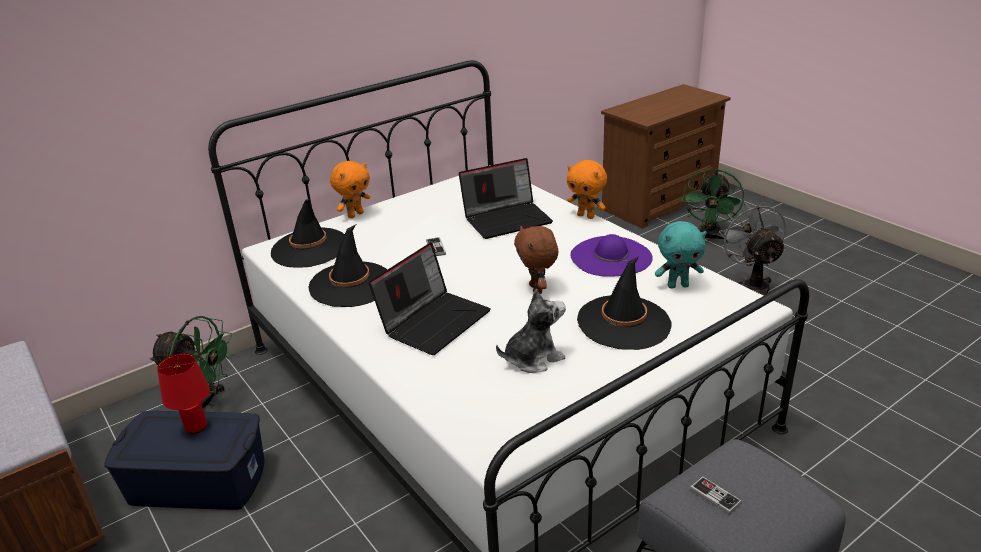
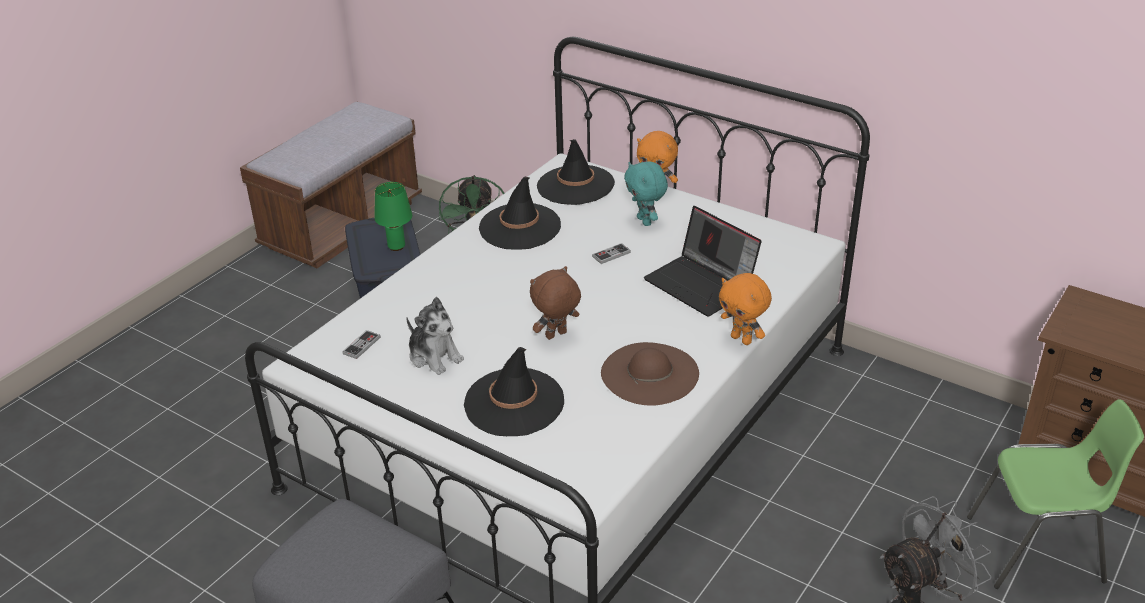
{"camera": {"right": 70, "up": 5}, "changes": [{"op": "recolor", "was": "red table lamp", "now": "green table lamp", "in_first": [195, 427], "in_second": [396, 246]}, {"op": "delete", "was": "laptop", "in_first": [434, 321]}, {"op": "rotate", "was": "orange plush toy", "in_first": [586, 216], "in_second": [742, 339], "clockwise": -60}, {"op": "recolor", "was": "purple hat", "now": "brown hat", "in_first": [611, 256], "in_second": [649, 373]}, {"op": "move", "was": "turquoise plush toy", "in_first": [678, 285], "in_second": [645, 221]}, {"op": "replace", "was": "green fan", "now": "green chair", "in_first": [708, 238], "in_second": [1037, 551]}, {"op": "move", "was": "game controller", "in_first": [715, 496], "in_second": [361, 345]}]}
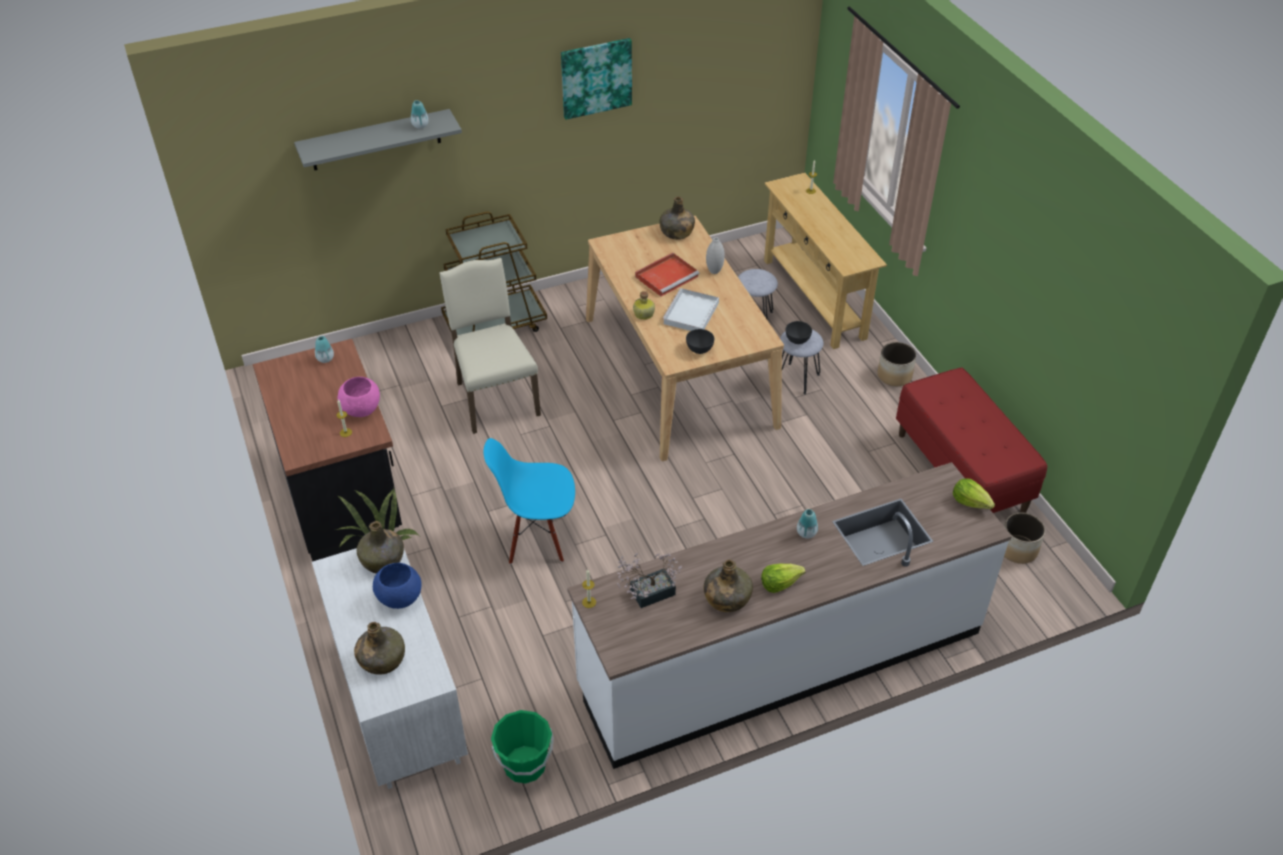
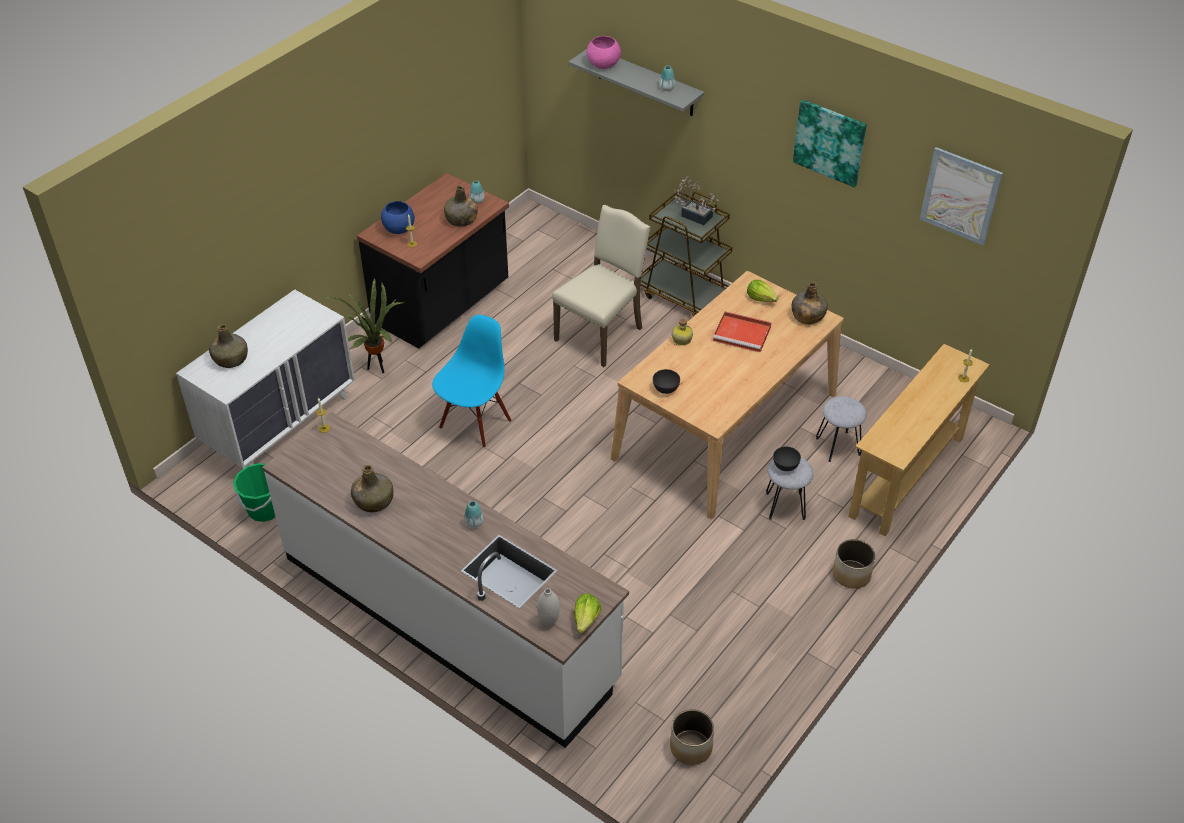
{"camera": {"right": 60, "up": 0}, "changes": [{"op": "move", "was": "pink bowl", "in_first": [361, 410], "in_second": [603, 65]}, {"op": "move", "was": "green bottle", "in_first": [383, 560], "in_second": [461, 220]}, {"op": "move", "was": "blue bowl", "in_first": [399, 598], "in_second": [399, 229]}, {"op": "rotate", "was": "blue chair", "in_first": [537, 538], "in_second": [474, 423], "clockwise": 60}, {"op": "move", "was": "potted plant", "in_first": [647, 594], "in_second": [694, 215]}, {"op": "delete", "was": "white tray", "in_first": [691, 314]}, {"op": "move", "was": "white vase", "in_first": [714, 271], "in_second": [548, 621]}, {"op": "move", "was": "lettuce", "in_first": [780, 583], "in_second": [761, 298]}, {"op": "delete", "was": "red bench", "in_first": [961, 472]}, {"op": "insert", "now": "picture", "in_second": [960, 196]}]}
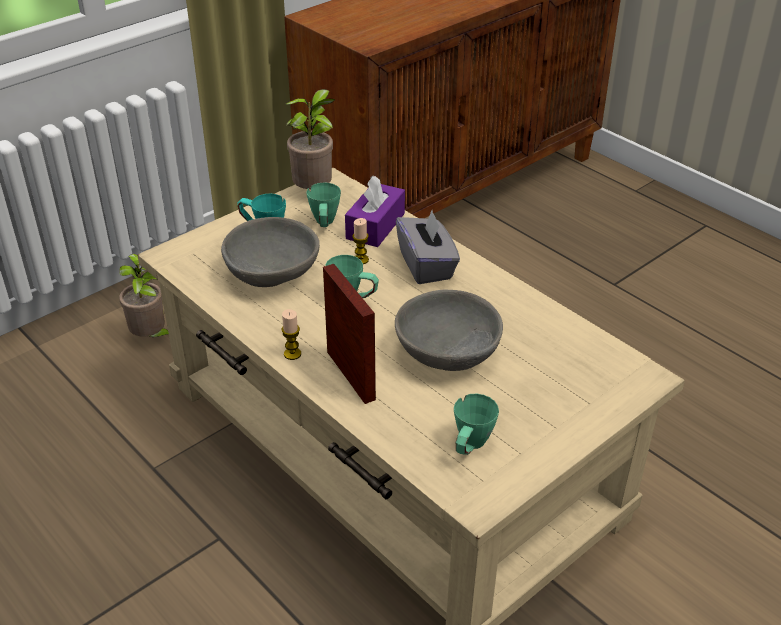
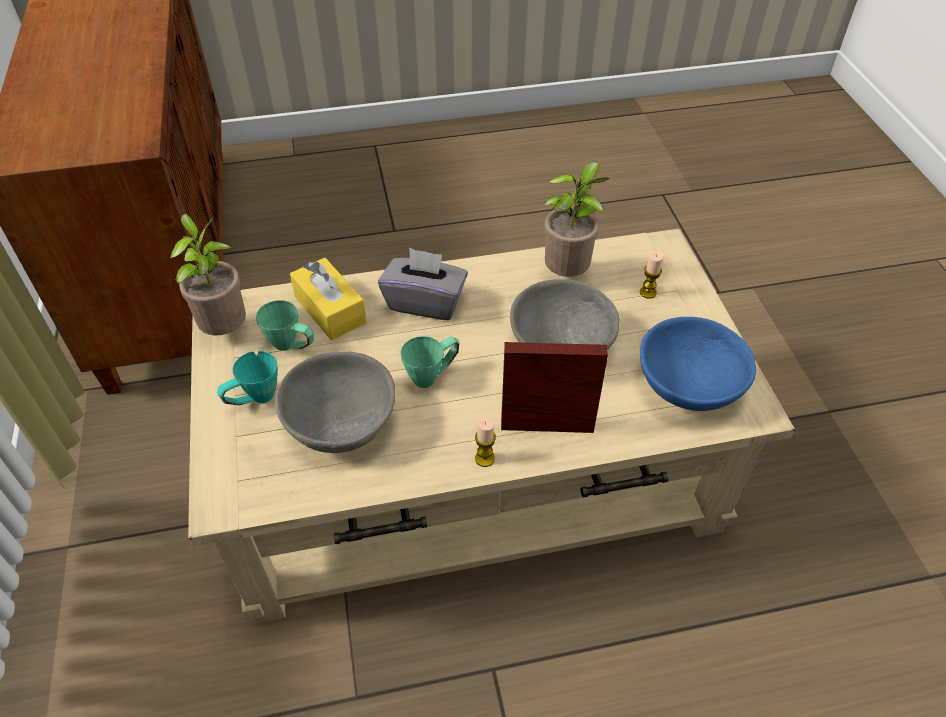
{"camera": {"right": -60, "up": 10}, "changes": [{"op": "move", "was": "potted plant", "in_first": [151, 337], "in_second": [568, 274]}, {"op": "recolor", "was": "purple tissue box", "now": "yellow tissue box", "in_first": [375, 226], "in_second": [330, 310]}, {"op": "move", "was": "candle", "in_first": [361, 260], "in_second": [648, 292]}, {"op": "replace", "was": "green mug", "now": "blue bowl", "in_first": [470, 448], "in_second": [690, 386]}]}
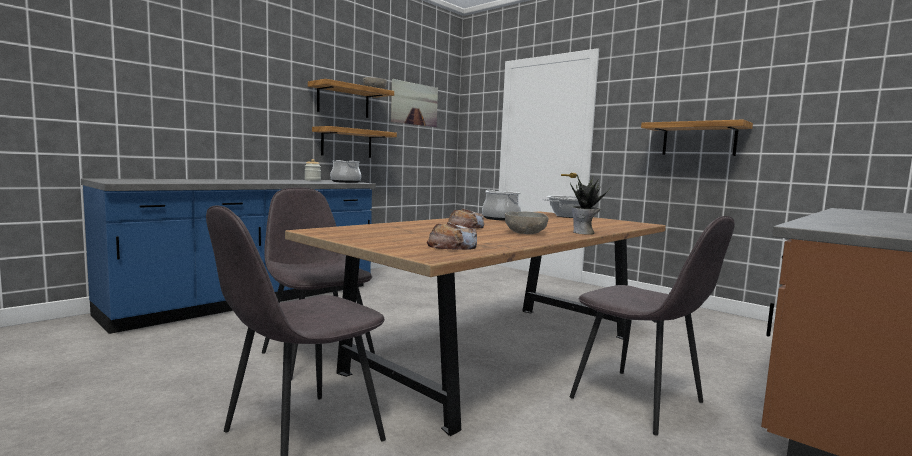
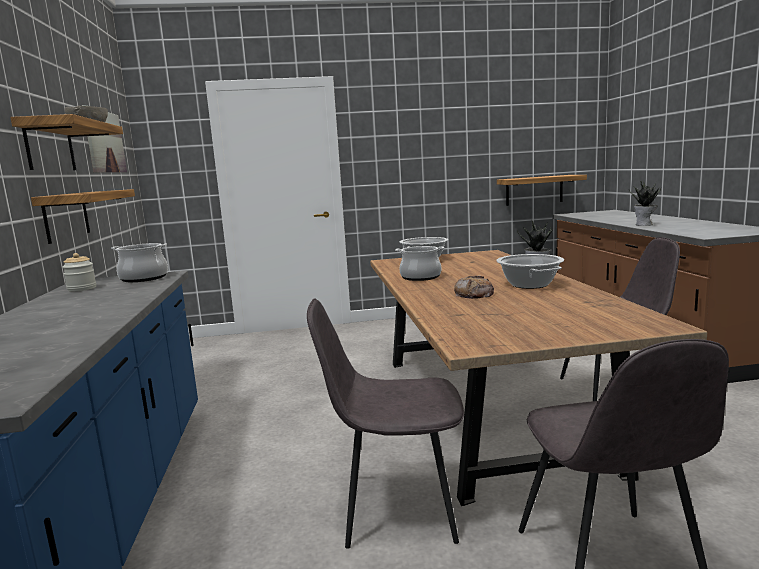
{"camera": {"right": -50, "up": 5}, "changes": [{"op": "delete", "was": "bread", "in_first": [452, 246]}, {"op": "replace", "was": "grey bowl", "now": "cooking pot", "in_first": [525, 233], "in_second": [530, 285]}, {"op": "move", "was": "shelf", "in_first": [699, 139], "in_second": [534, 190]}, {"op": "insert", "now": "potted plant", "in_second": [644, 225]}]}
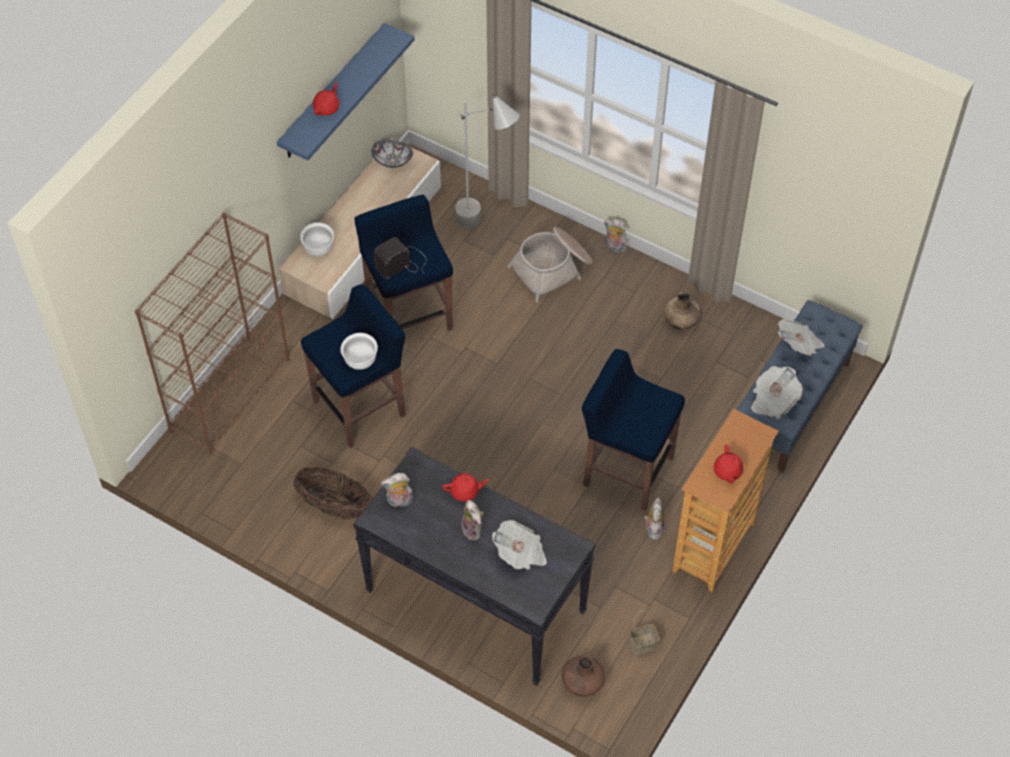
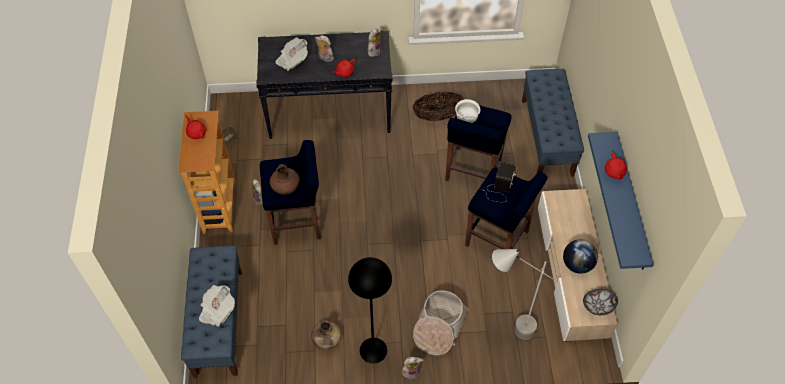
{"camera": {"right": 145, "up": 0}, "changes": [{"op": "replace", "was": "brown bookcase", "now": "blue bench", "in_first": [230, 394], "in_second": [547, 137]}, {"op": "delete", "was": "white bowl", "in_first": [318, 249]}, {"op": "move", "was": "brown vase", "in_first": [582, 683], "in_second": [286, 187]}, {"op": "delete", "was": "newspaper", "in_first": [773, 400]}, {"op": "insert", "now": "black floor lamp", "in_second": [373, 350]}, {"op": "insert", "now": "globe", "in_second": [577, 264]}]}
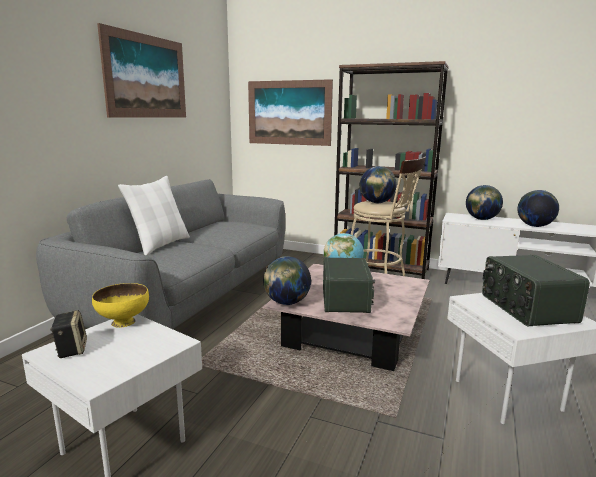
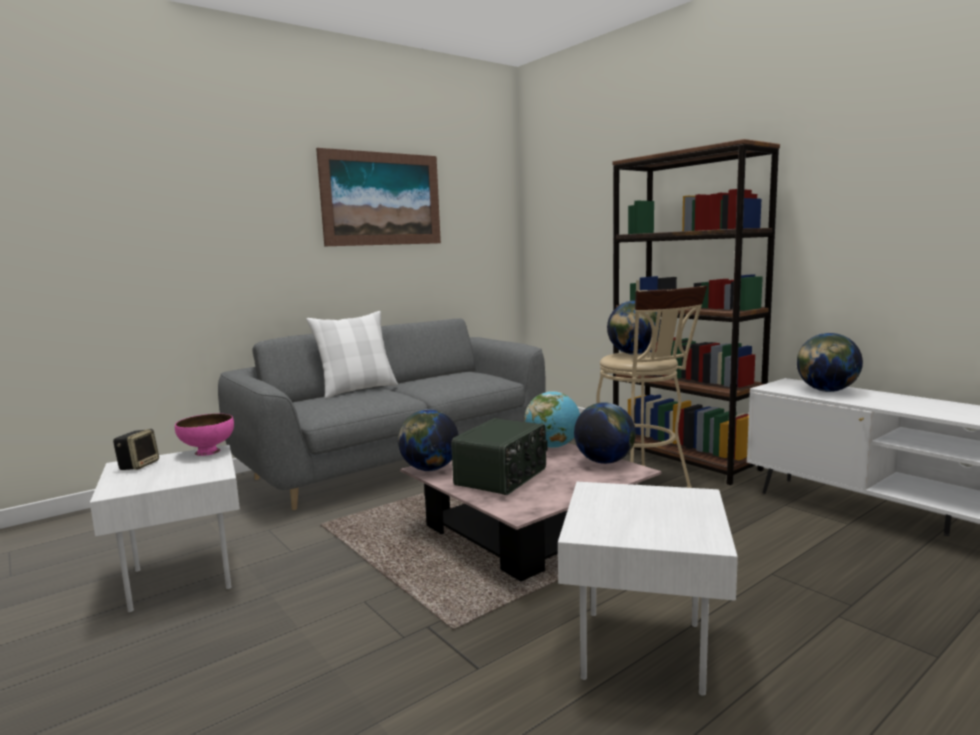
{"camera": {"right": 30, "up": -5}, "changes": [{"op": "recolor", "was": "yellow bowl", "now": "pink bowl", "in_first": [124, 322], "in_second": [208, 452]}, {"op": "delete", "was": "picture", "in_first": [289, 113]}, {"op": "delete", "was": "radio", "in_first": [526, 308]}, {"op": "move", "was": "globe", "in_first": [535, 226], "in_second": [604, 462]}]}
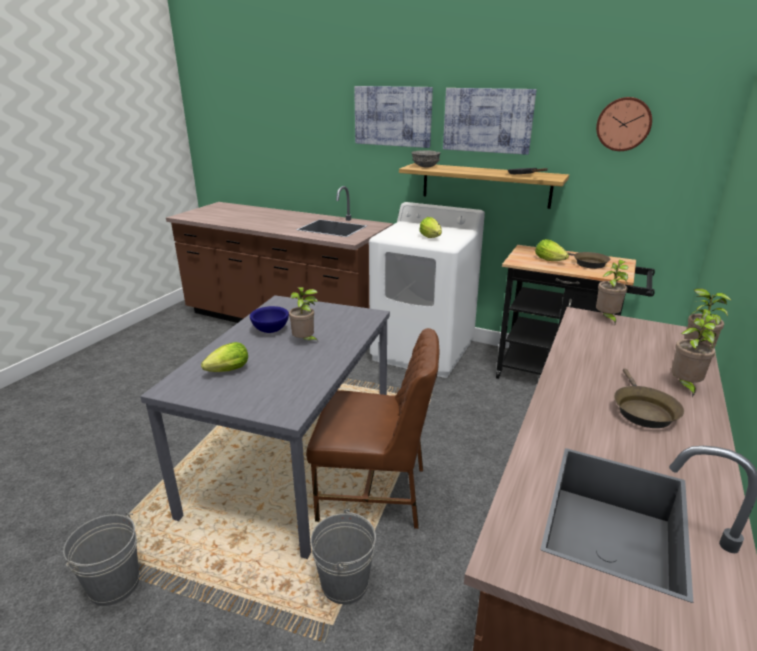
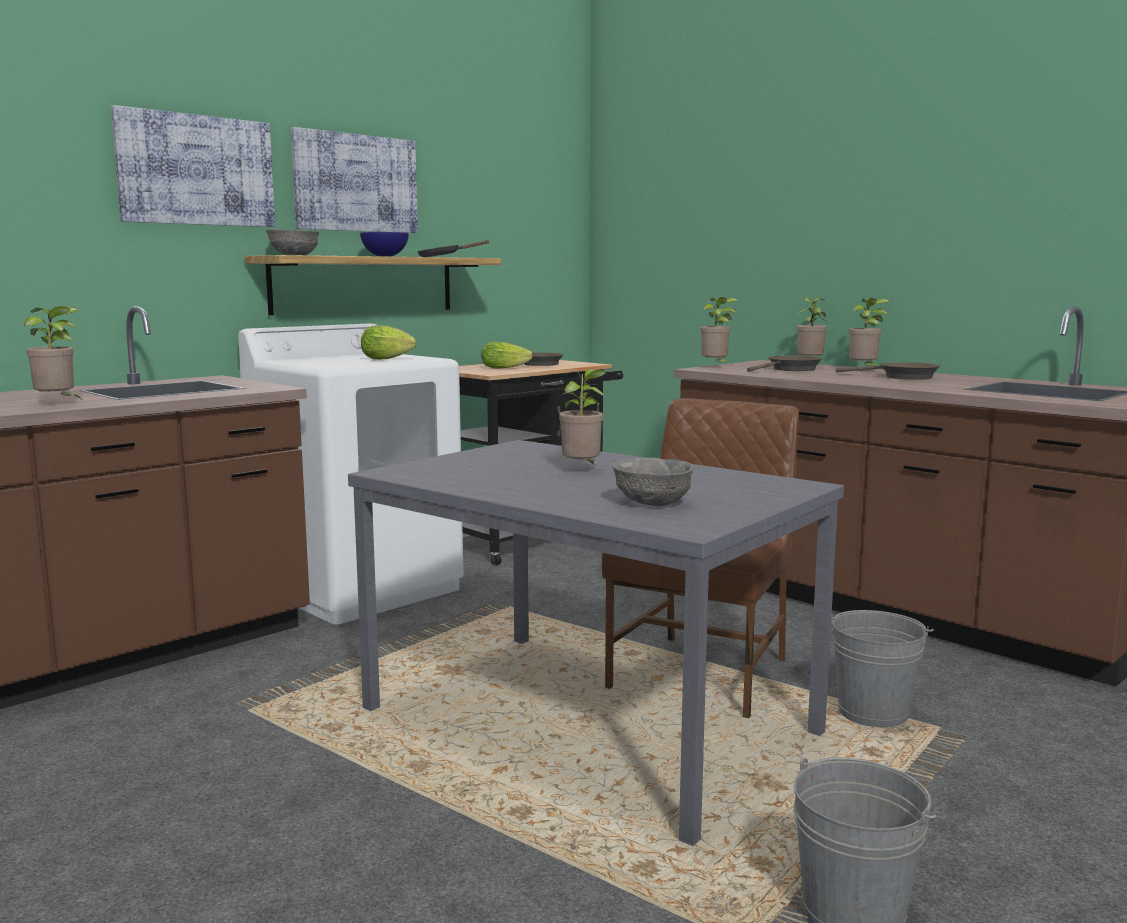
{"camera": {"right": -70, "up": -15}, "changes": [{"op": "replace", "was": "lettuce", "now": "grey bowl", "in_first": [226, 371], "in_second": [652, 502]}, {"op": "move", "was": "blue bowl", "in_first": [270, 330], "in_second": [384, 256]}, {"op": "delete", "was": "wall clock", "in_first": [623, 124]}, {"op": "insert", "now": "potted plant", "in_second": [58, 403]}, {"op": "insert", "now": "brown frying pan", "in_second": [791, 369]}]}
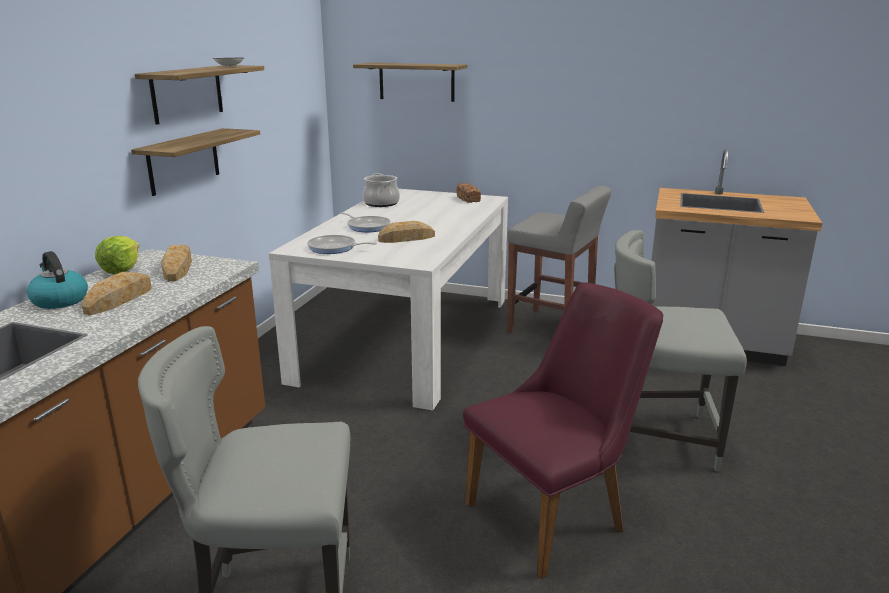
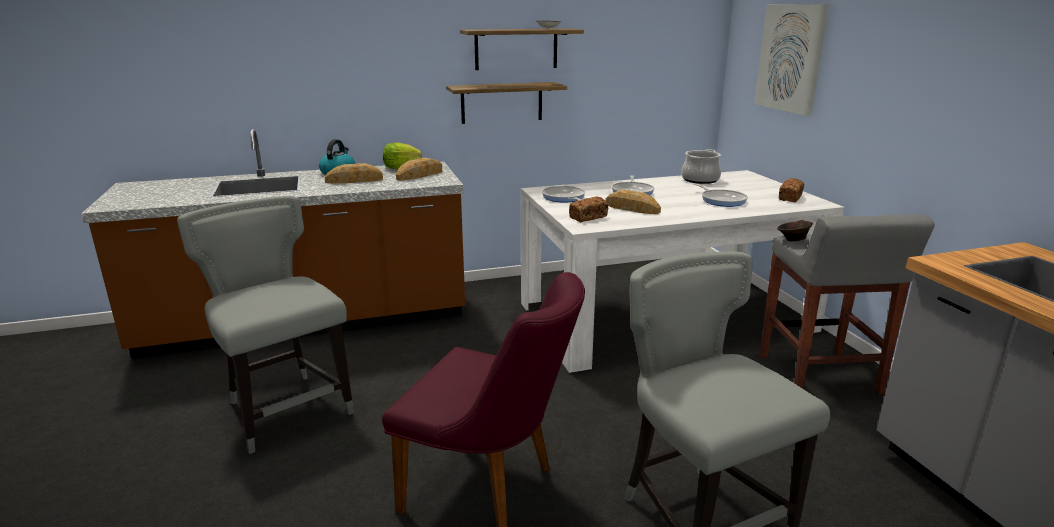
{"camera": {"right": 55, "up": 0}, "changes": [{"op": "replace", "was": "shelf", "now": "picture", "in_first": [416, 82], "in_second": [791, 58]}, {"op": "insert", "now": "bread", "in_second": [588, 217]}, {"op": "insert", "now": "frying pan", "in_second": [722, 200]}, {"op": "insert", "now": "brown bowl", "in_second": [793, 240]}]}
